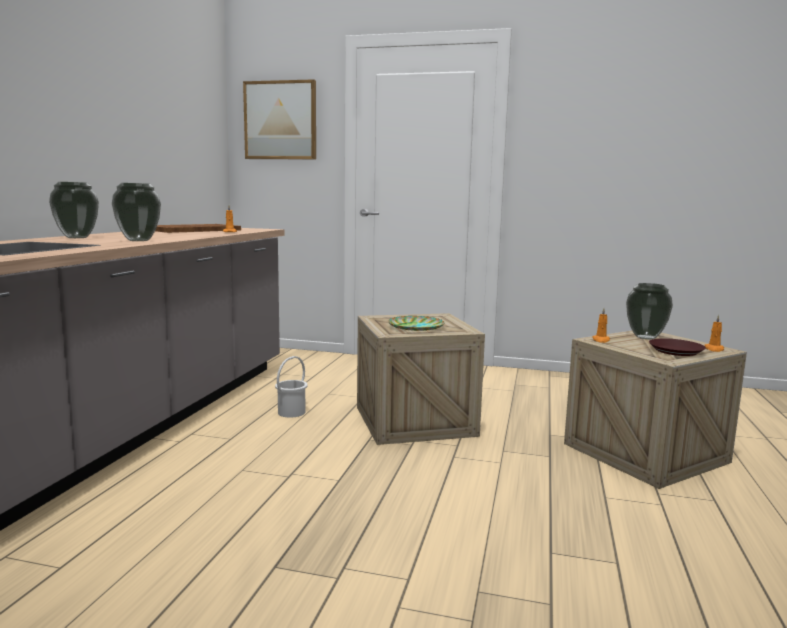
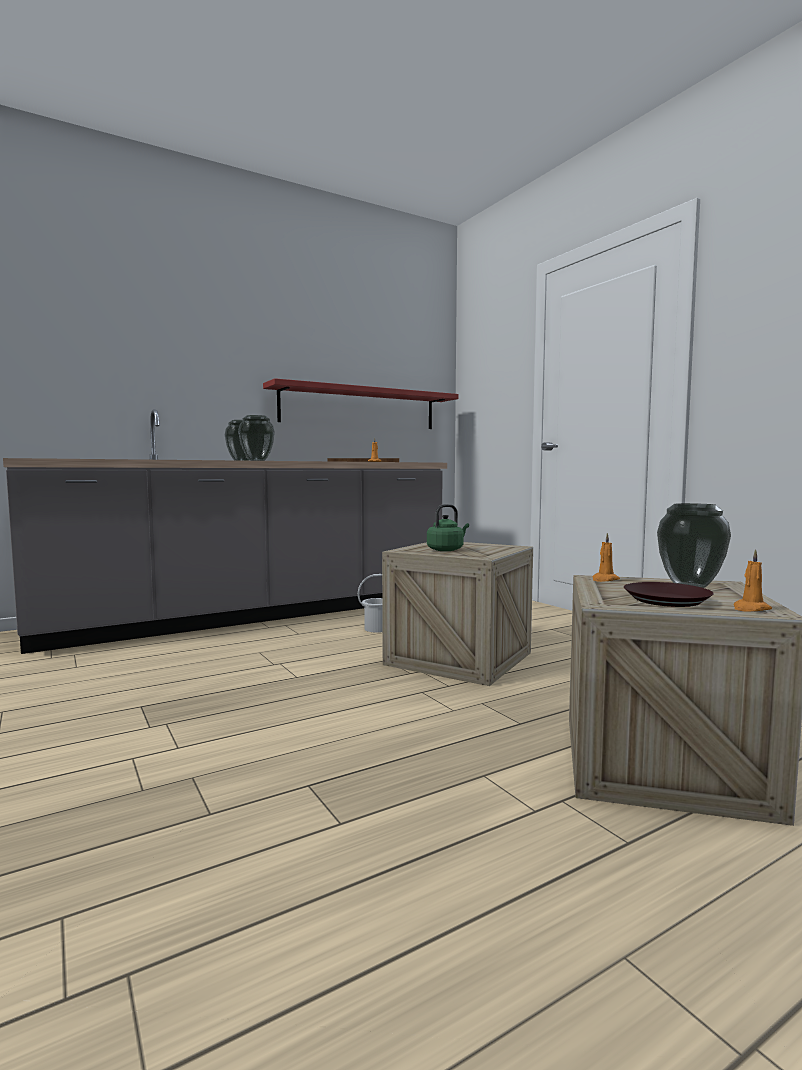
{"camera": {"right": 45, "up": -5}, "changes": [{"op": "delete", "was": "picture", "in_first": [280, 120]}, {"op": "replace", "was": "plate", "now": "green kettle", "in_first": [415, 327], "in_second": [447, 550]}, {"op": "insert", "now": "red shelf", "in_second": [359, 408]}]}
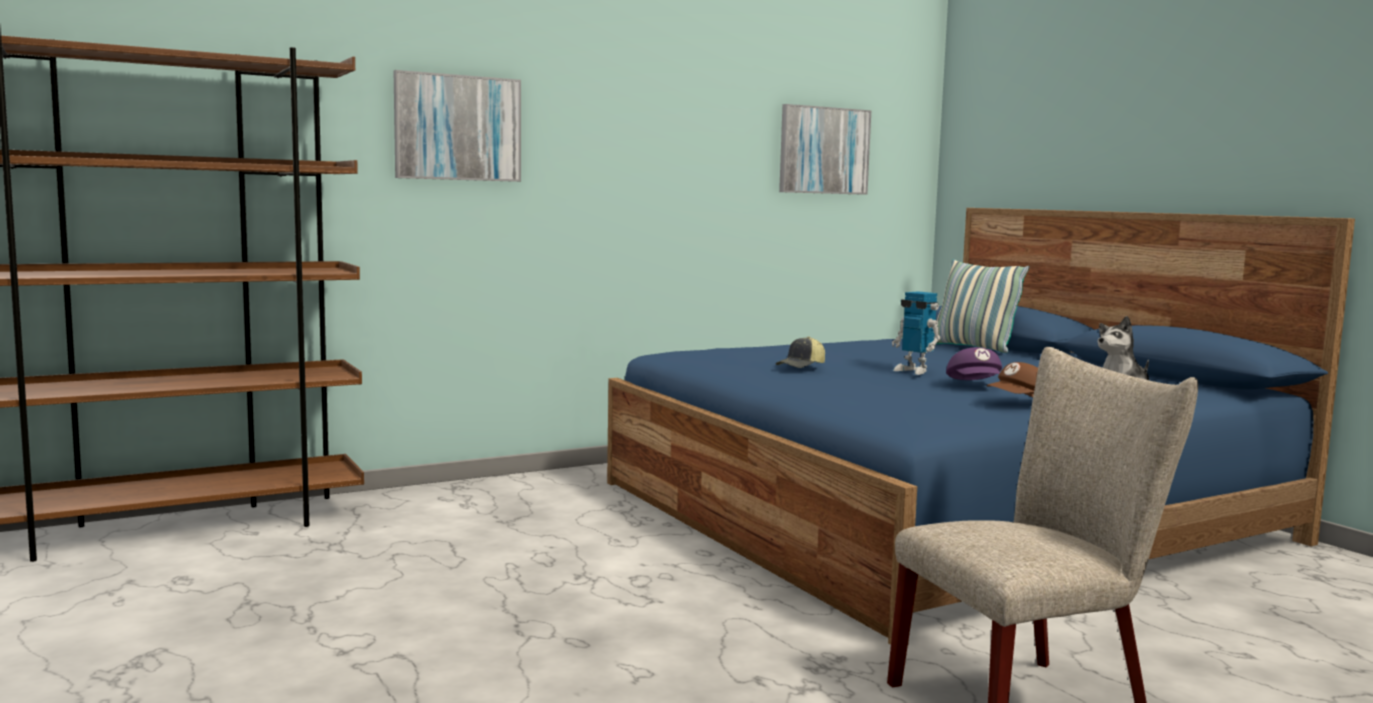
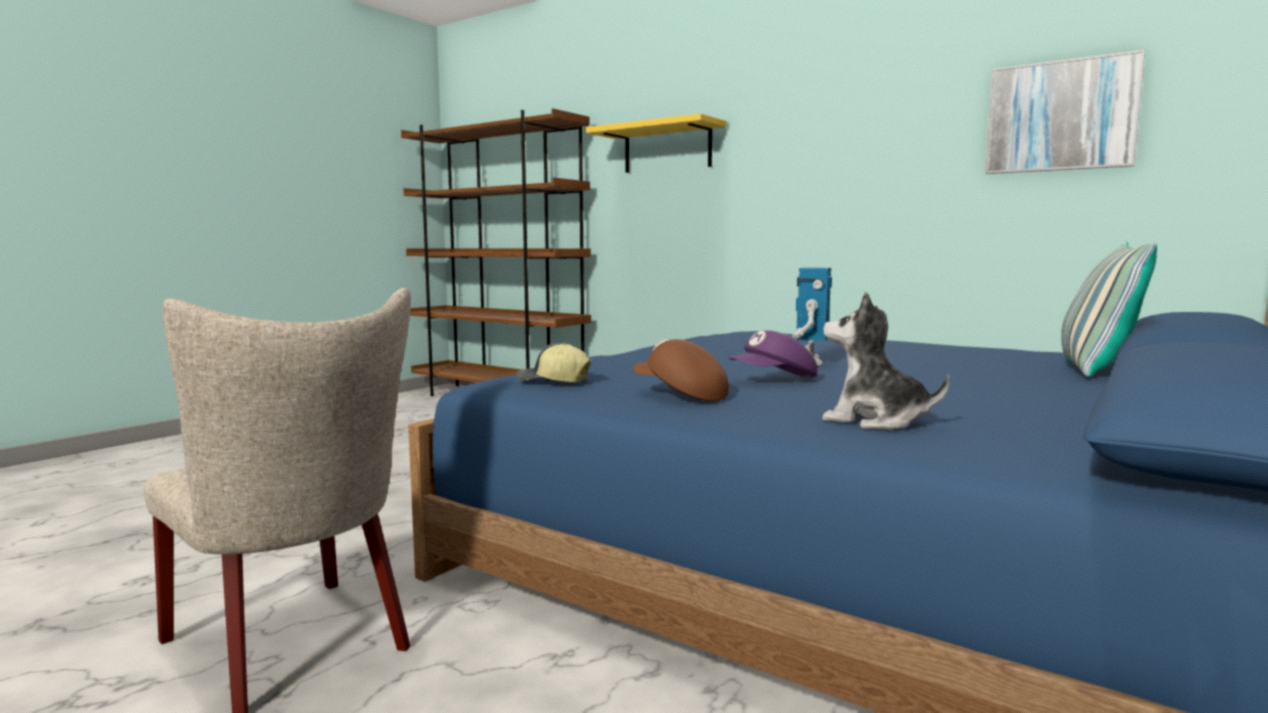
{"camera": {"right": 65, "up": 0}, "changes": [{"op": "replace", "was": "picture", "now": "yellow shelf", "in_first": [458, 128], "in_second": [667, 148]}, {"op": "move", "was": "cap", "in_first": [801, 366], "in_second": [552, 381]}]}
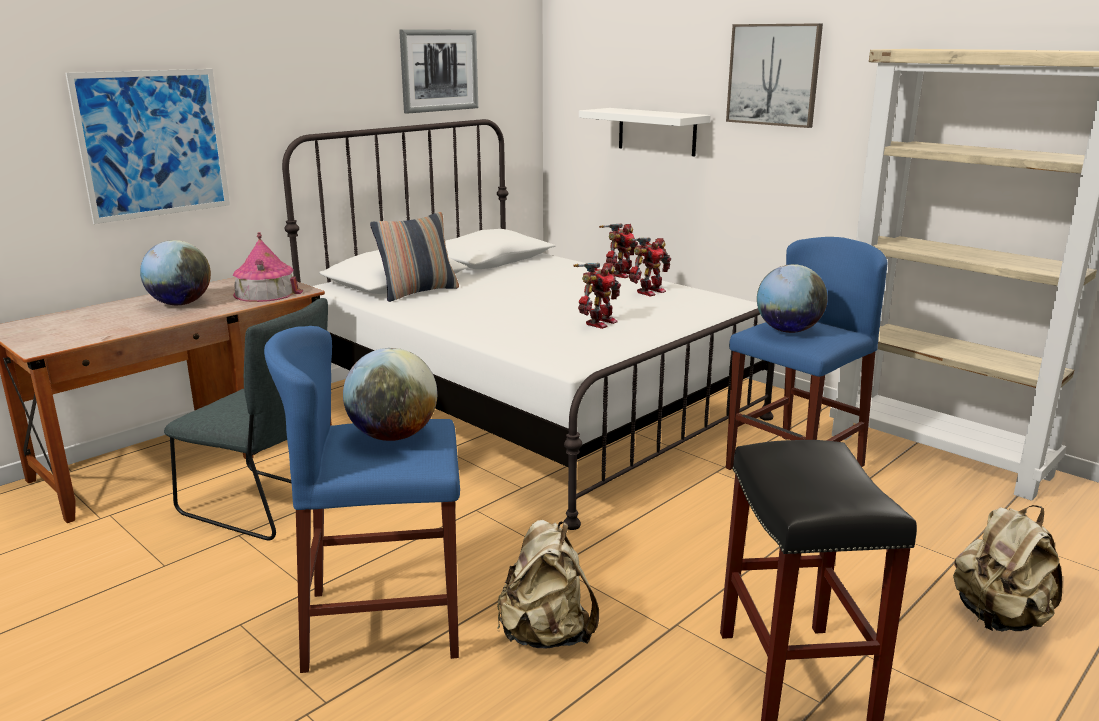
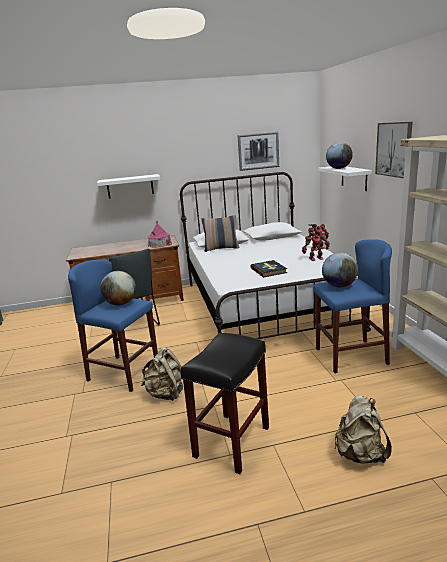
{"camera": {"right": 35, "up": 0}, "changes": [{"op": "replace", "was": "picture", "now": "white shelf", "in_first": [153, 144], "in_second": [130, 186]}, {"op": "move", "was": "globe", "in_first": [180, 304], "in_second": [338, 168]}, {"op": "replace", "was": "toy robot", "now": "book", "in_first": [599, 322], "in_second": [268, 270]}]}
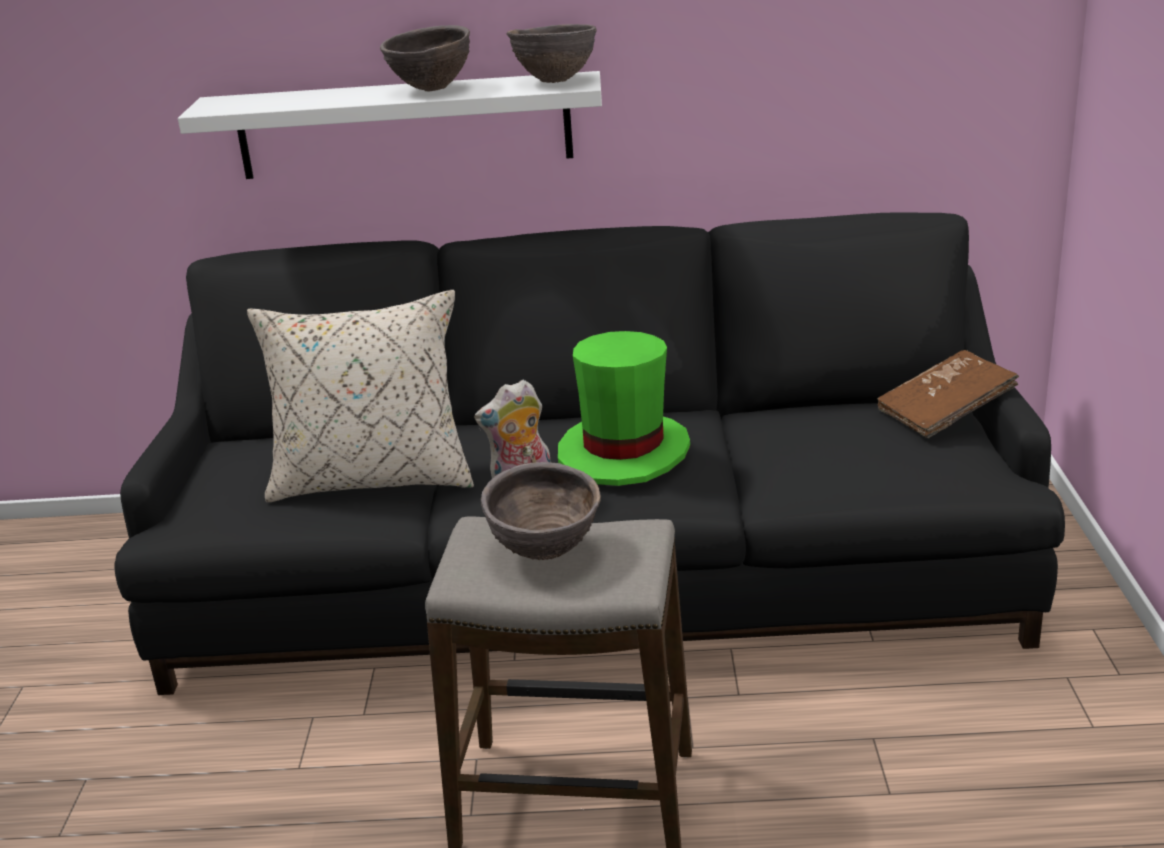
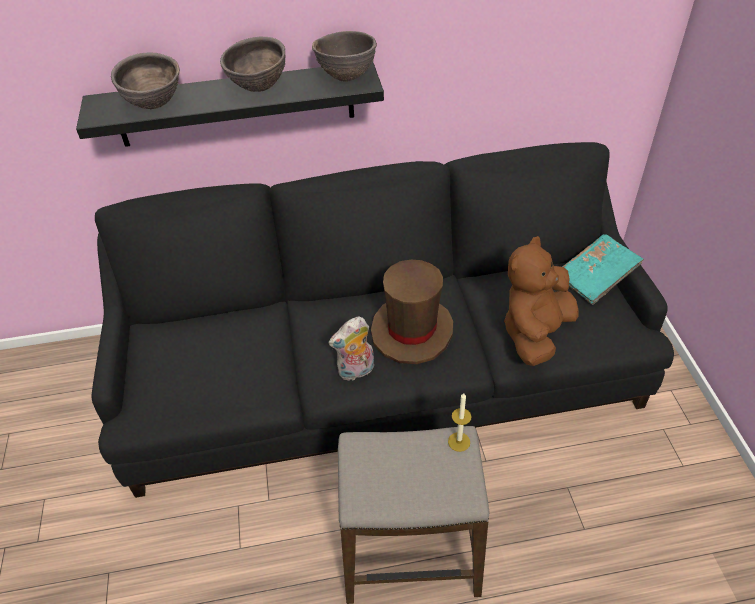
{"camera": {"right": -10, "up": 20}, "changes": [{"op": "recolor", "was": "white shelf", "now": "black shelf", "in_first": [404, 126], "in_second": [236, 105]}, {"op": "delete", "was": "beige pillow", "in_first": [373, 479]}, {"op": "move", "was": "brown bowl", "in_first": [544, 553], "in_second": [154, 105]}, {"op": "recolor", "was": "green hat", "now": "brown hat", "in_first": [624, 452], "in_second": [412, 331]}, {"op": "recolor", "was": "brown book", "now": "turquoise book", "in_first": [945, 412], "in_second": [596, 277]}, {"op": "insert", "now": "candle", "in_second": [459, 442]}, {"op": "insert", "now": "brown plush toy", "in_second": [535, 333]}]}
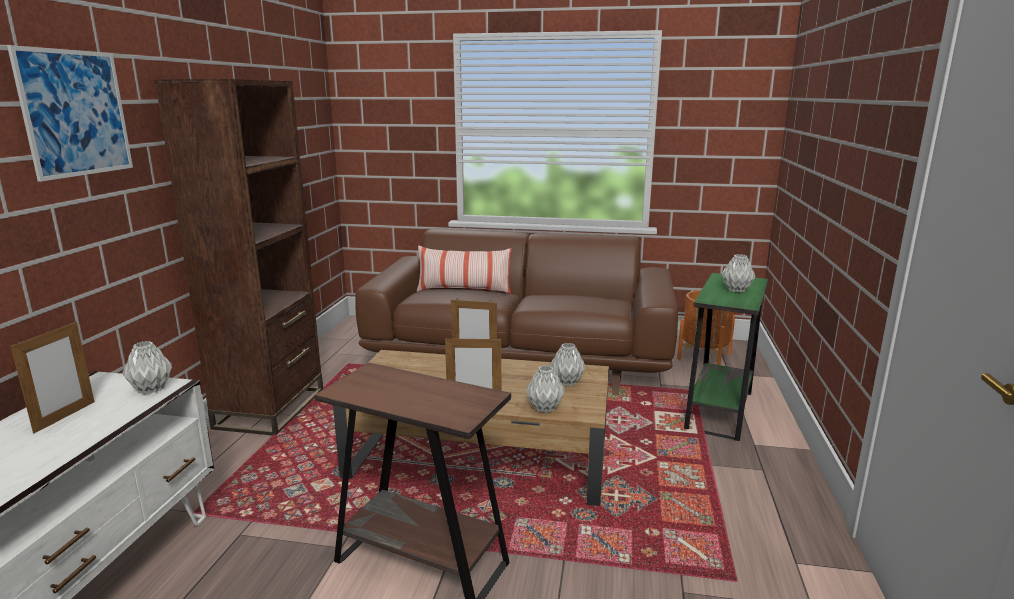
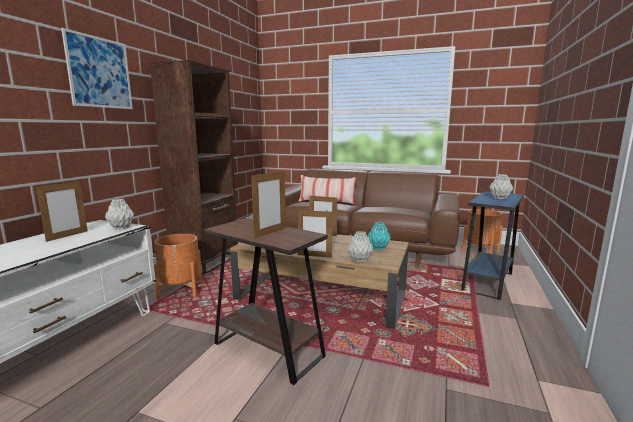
{"camera": {"right": 10, "up": -5}, "changes": [{"op": "recolor", "was": "grey vase", "now": "turquoise vase", "in_first": [566, 382], "in_second": [378, 248]}, {"op": "recolor", "was": "green side table", "now": "blue side table", "in_first": [719, 410], "in_second": [487, 281]}, {"op": "insert", "now": "orange planter", "in_second": [181, 291]}, {"op": "insert", "now": "picture frame", "in_second": [270, 233]}]}
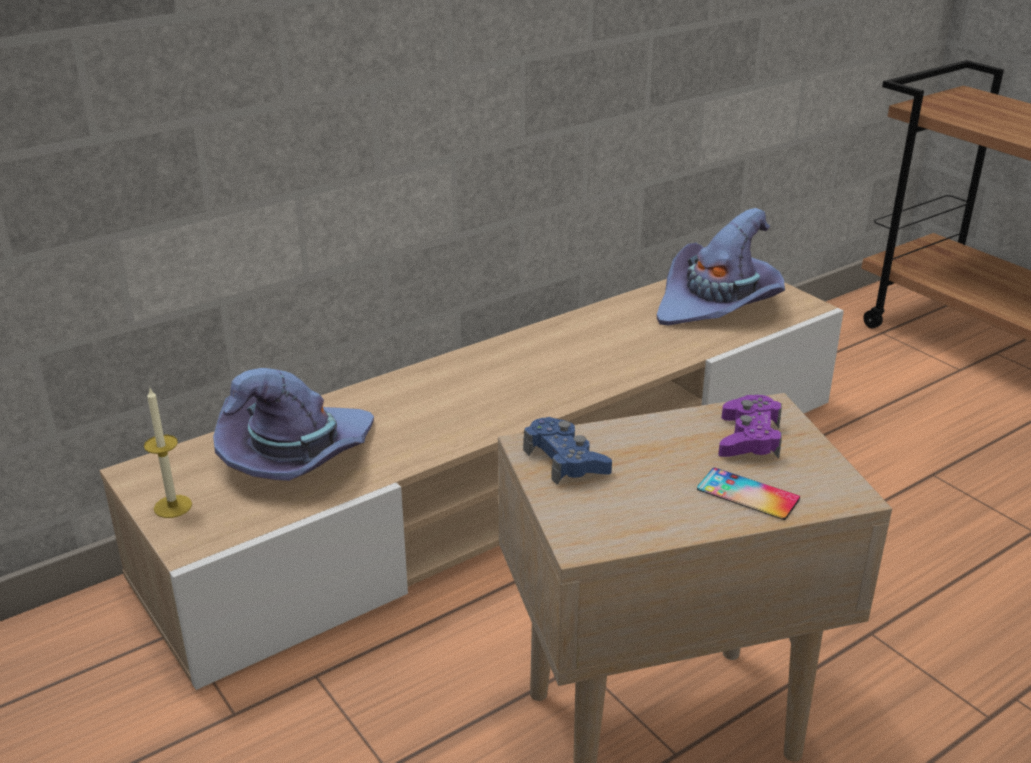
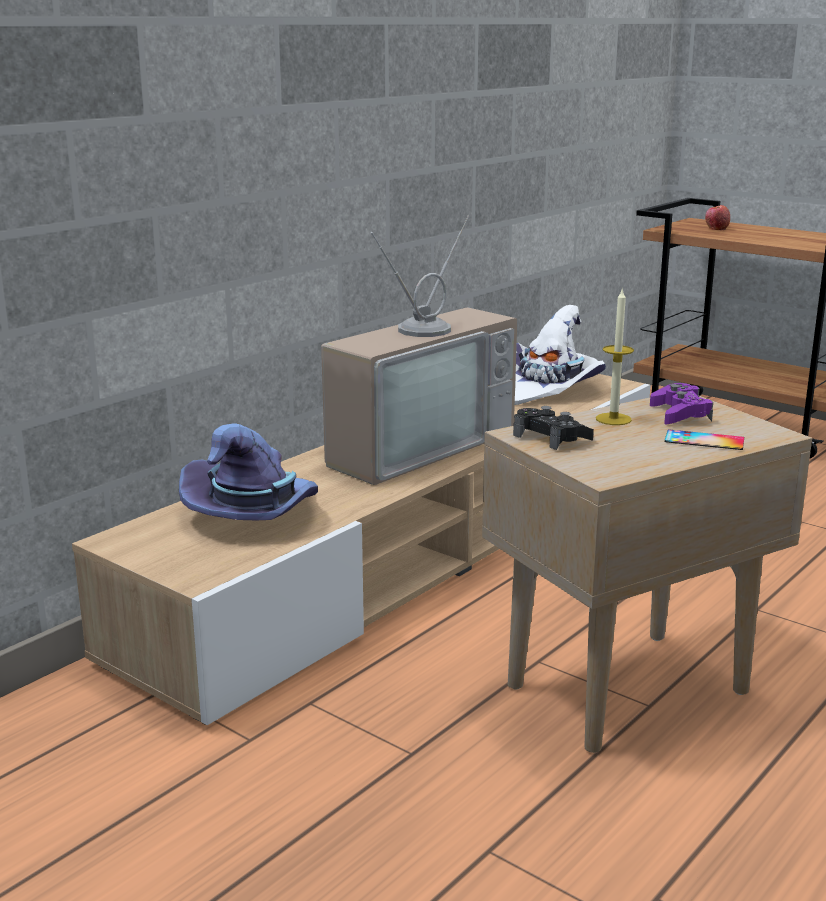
{"camera": {"right": -15, "up": -10}, "changes": [{"op": "move", "was": "candle", "in_first": [173, 506], "in_second": [613, 419]}, {"op": "recolor", "was": "blue game controller", "now": "black game controller", "in_first": [566, 460], "in_second": [551, 438]}, {"op": "recolor", "was": "purple hat", "now": "white hat", "in_first": [718, 304], "in_second": [549, 389]}, {"op": "insert", "now": "television", "in_second": [414, 445]}, {"op": "insert", "now": "apple", "in_second": [716, 228]}]}
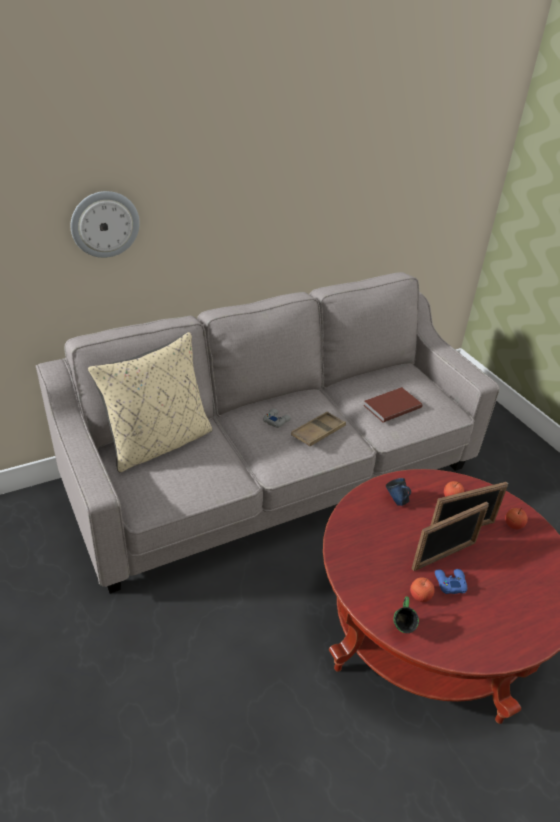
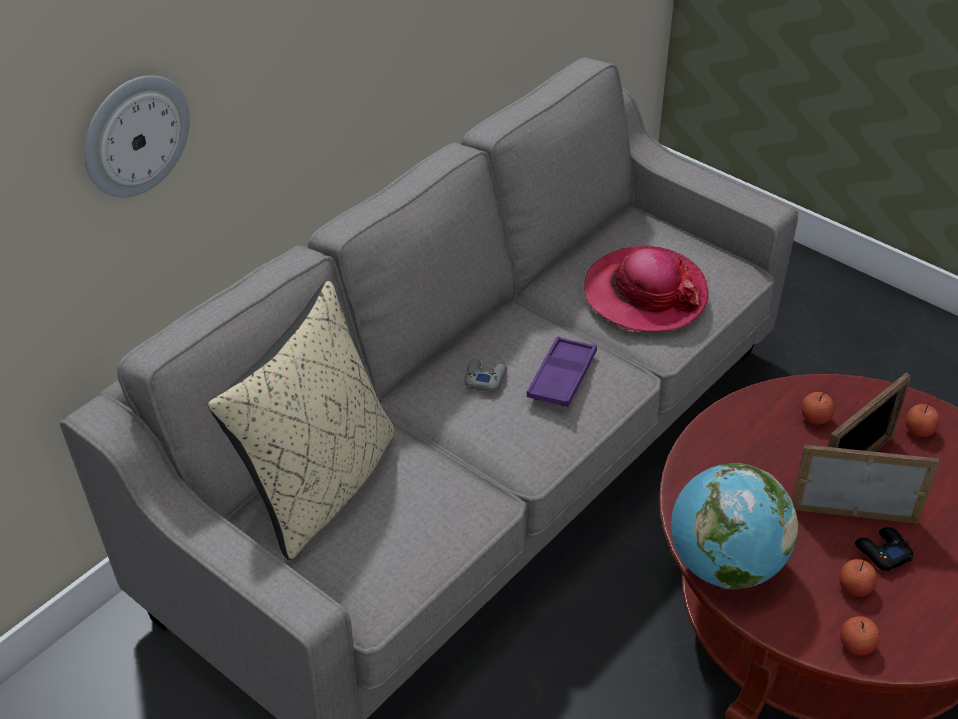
{"camera": {"right": -20, "up": 5}, "changes": [{"op": "recolor", "was": "brown tray", "now": "purple tray", "in_first": [318, 432], "in_second": [562, 377]}, {"op": "replace", "was": "brown book", "now": "hat", "in_first": [391, 406], "in_second": [645, 294]}, {"op": "delete", "was": "blue mug", "in_first": [396, 501]}, {"op": "replace", "was": "green mug", "now": "apple", "in_first": [401, 628], "in_second": [856, 645]}, {"op": "rotate", "was": "picture frame", "in_first": [444, 555], "in_second": [853, 513], "clockwise": -120}, {"op": "recolor", "was": "blue game controller", "now": "black game controller", "in_first": [449, 583], "in_second": [882, 552]}, {"op": "insert", "now": "globe", "in_second": [724, 565]}]}
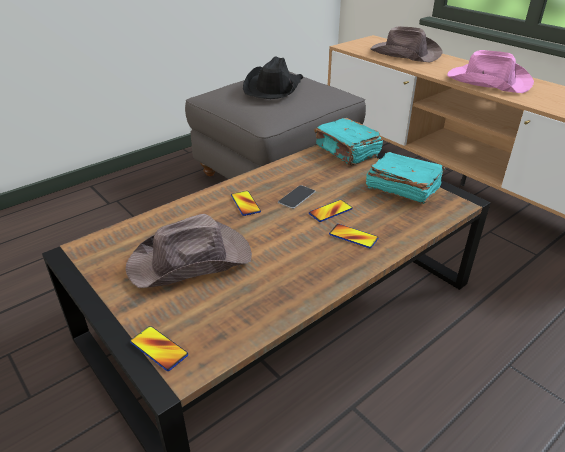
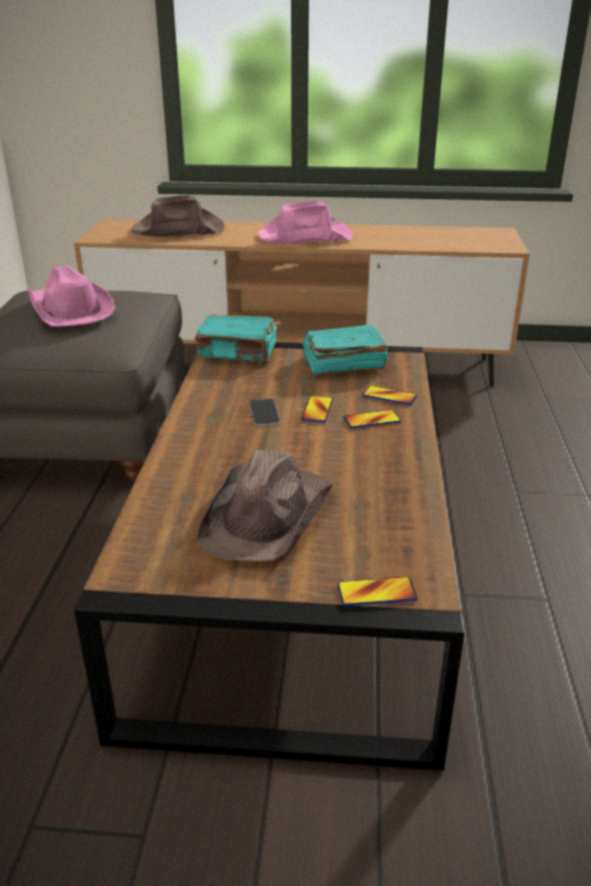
{"camera": {"right": -45, "up": -5}, "changes": [{"op": "move", "was": "phone", "in_first": [245, 204], "in_second": [389, 396]}, {"op": "recolor", "was": "black hat", "now": "pink hat", "in_first": [274, 87], "in_second": [69, 309]}]}
